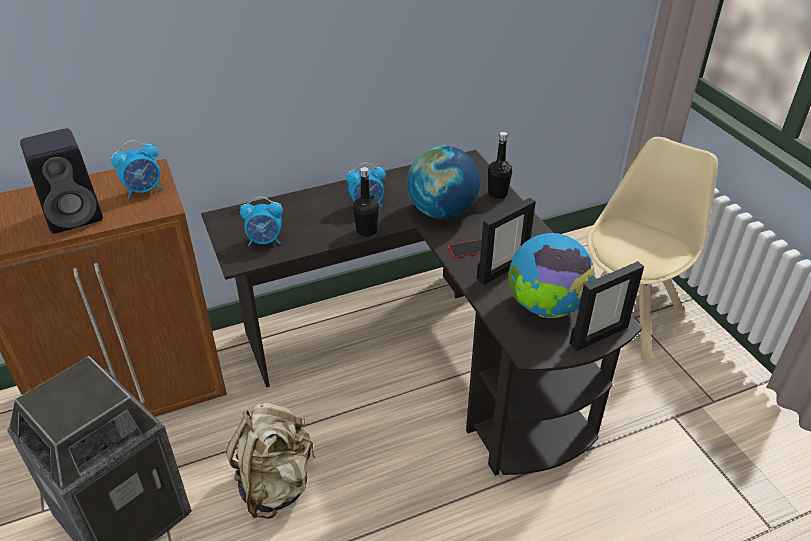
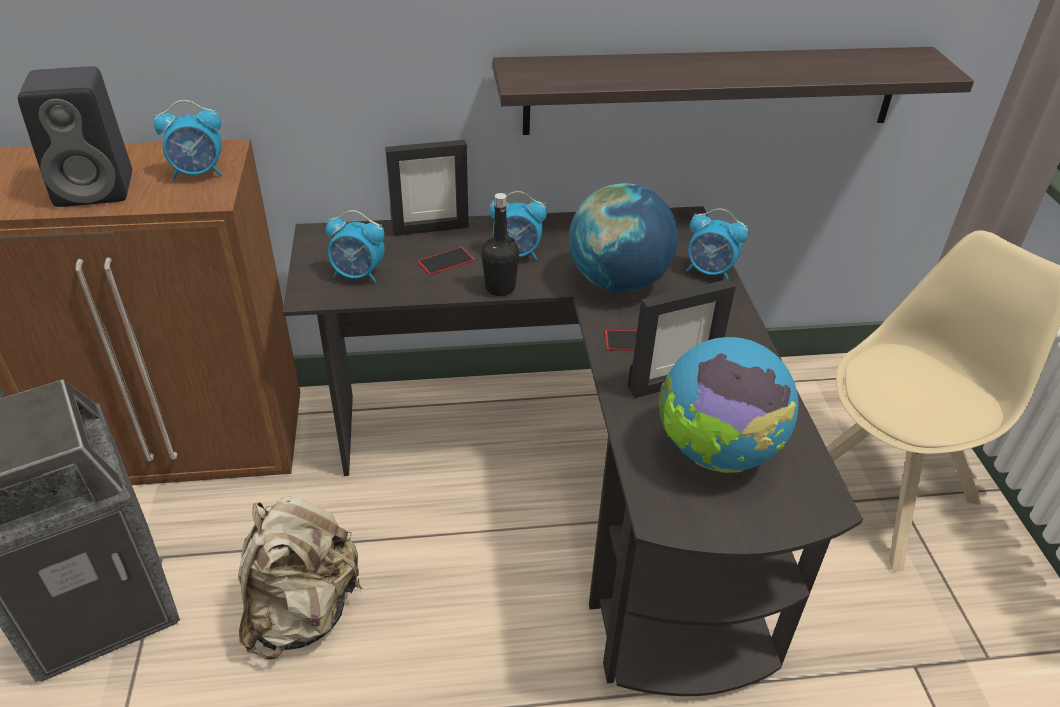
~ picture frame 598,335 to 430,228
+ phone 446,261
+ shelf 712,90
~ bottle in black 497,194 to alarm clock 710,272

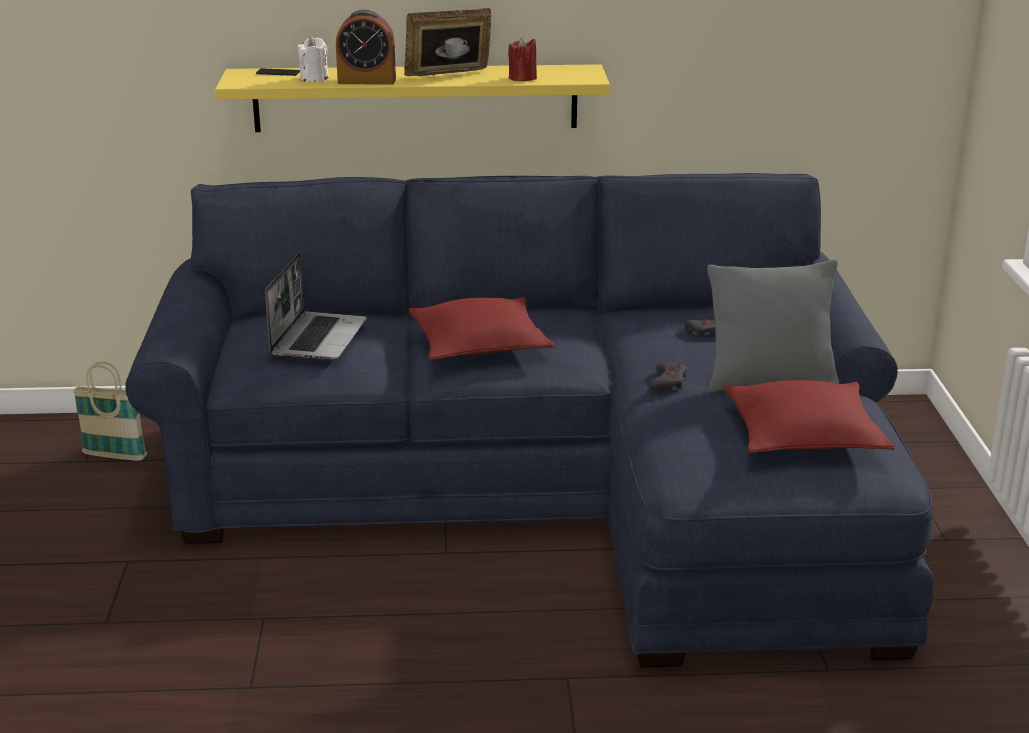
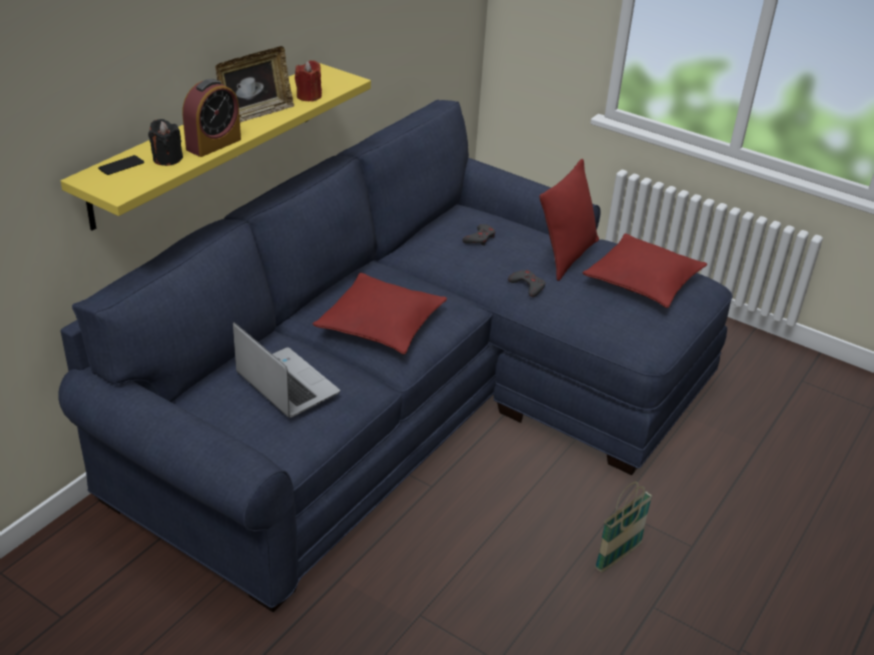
~ candle in white 314,78 to candle in black 167,159
~ picture frame 449,75 = 255,114 150 degrees counterclockwise
~ pillow in grey 769,381 to pillow in red 566,256
~ basket 114,456 to 618,557

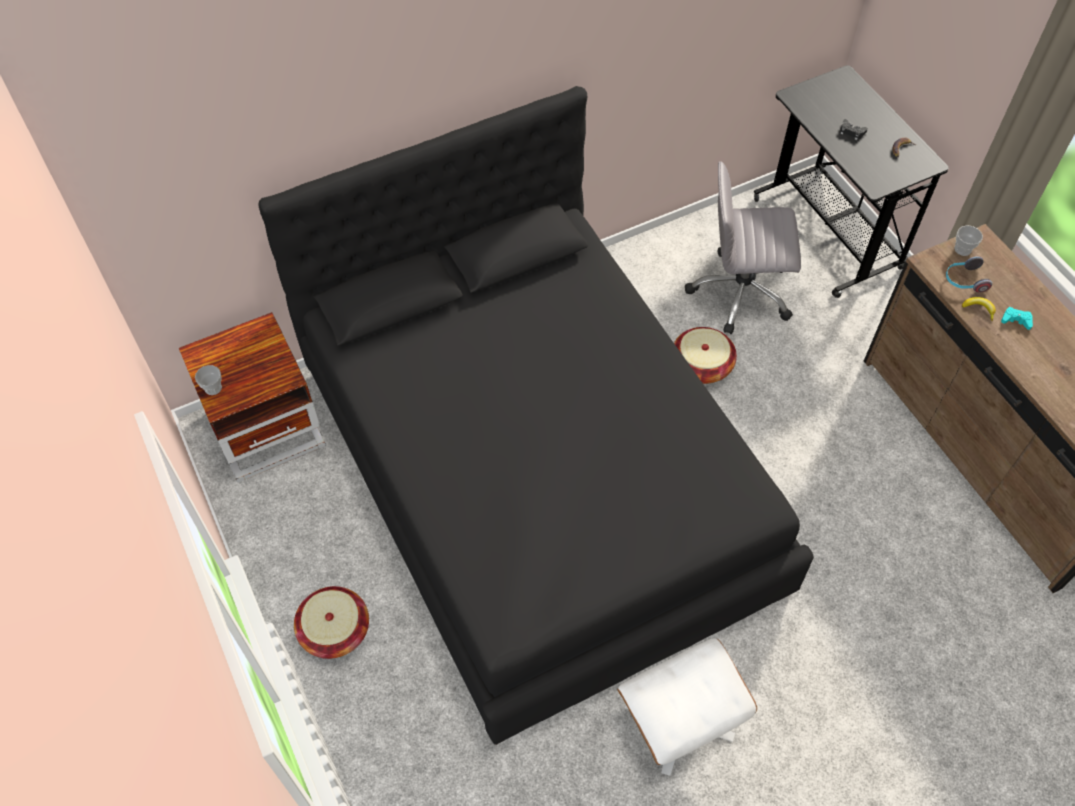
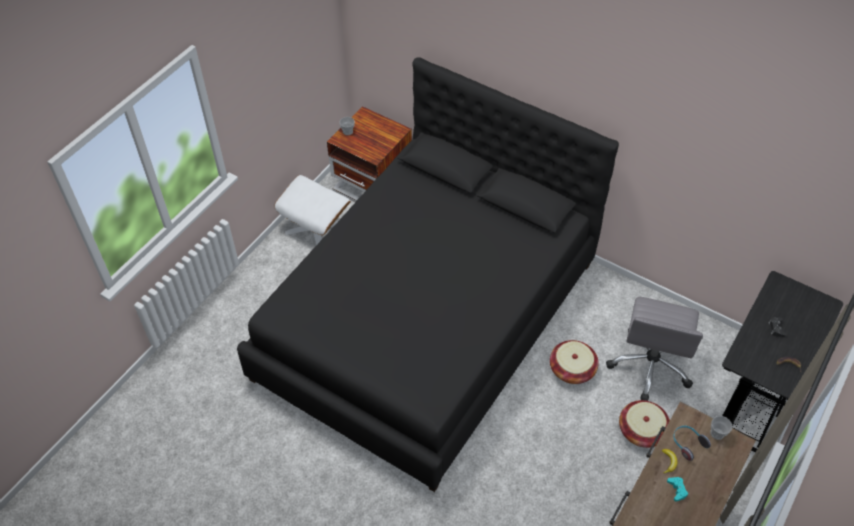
~ ottoman in white 679,720 to 316,228
~ office chair in grey 740,292 = 650,366 135 degrees counterclockwise
~ basket 335,630 to 641,431

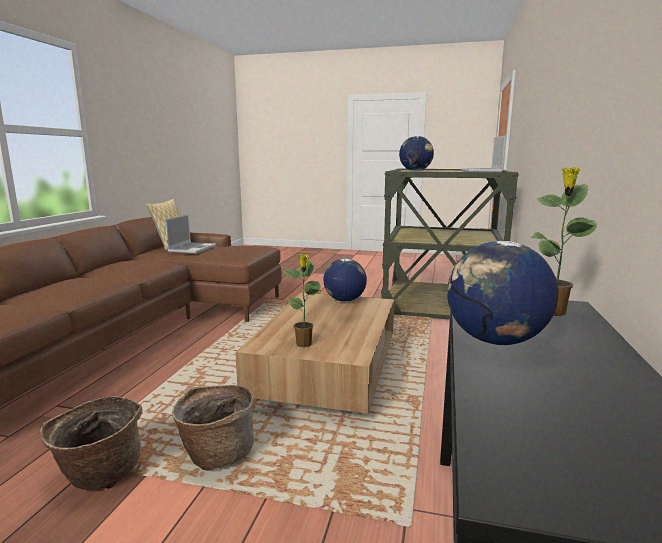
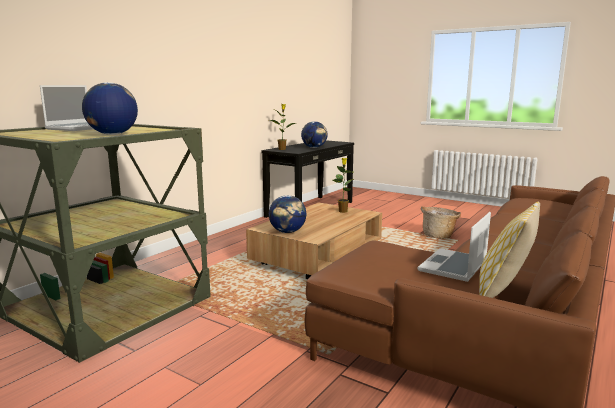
- basket 216,454

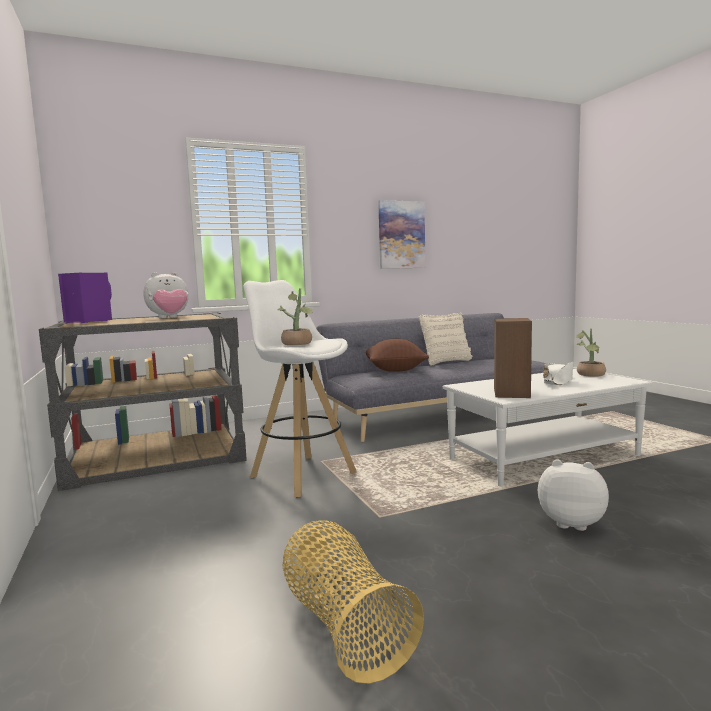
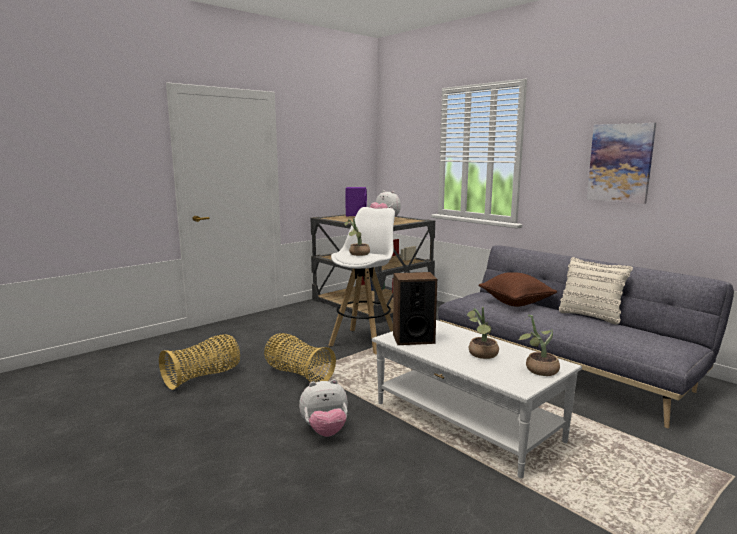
+ basket 298,374
~ plush toy 571,522 = 325,431 75 degrees clockwise
~ hat in white 558,381 to potted plant 481,355

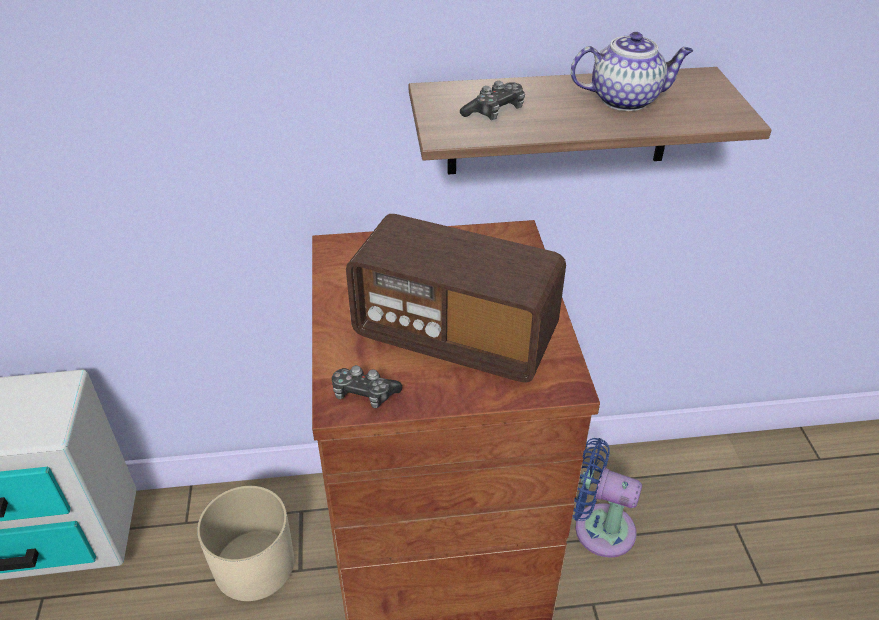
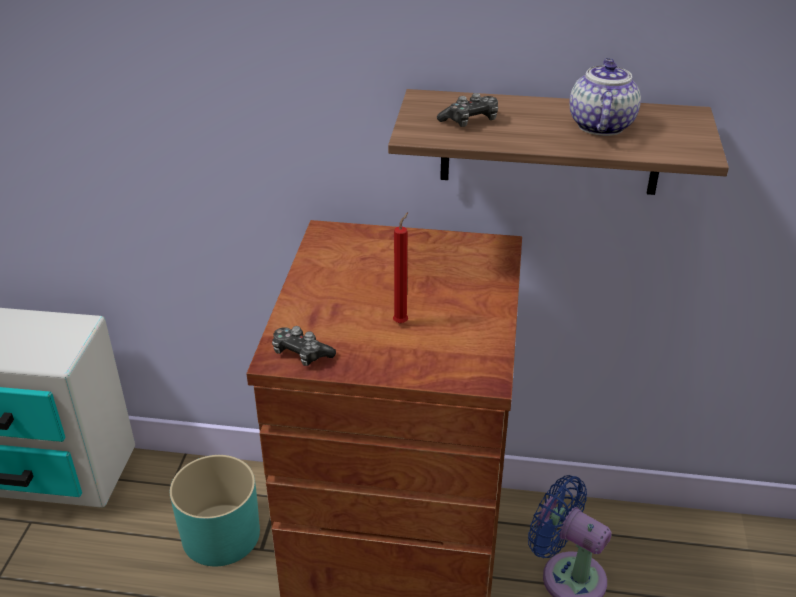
~ planter in beige 253,565 to planter in turquoise 220,535
~ radio 455,336 to candle in red 402,322
~ teapot 626,100 = 600,125 90 degrees counterclockwise

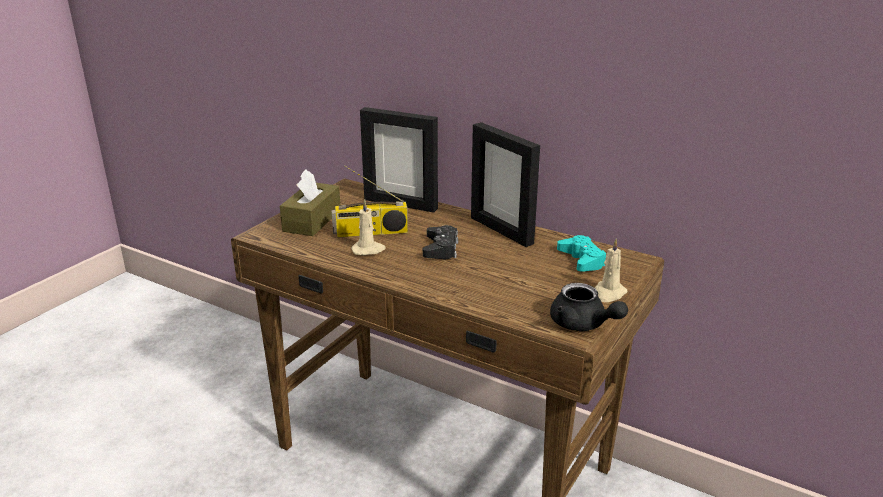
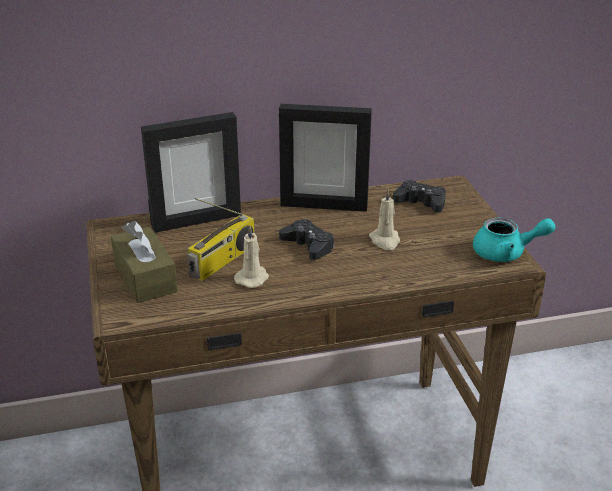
~ candle in beige 608,293 to 385,241
~ game controller in turquoise 582,260 to game controller in black 421,202
~ teapot in black 583,324 to teapot in turquoise 506,253

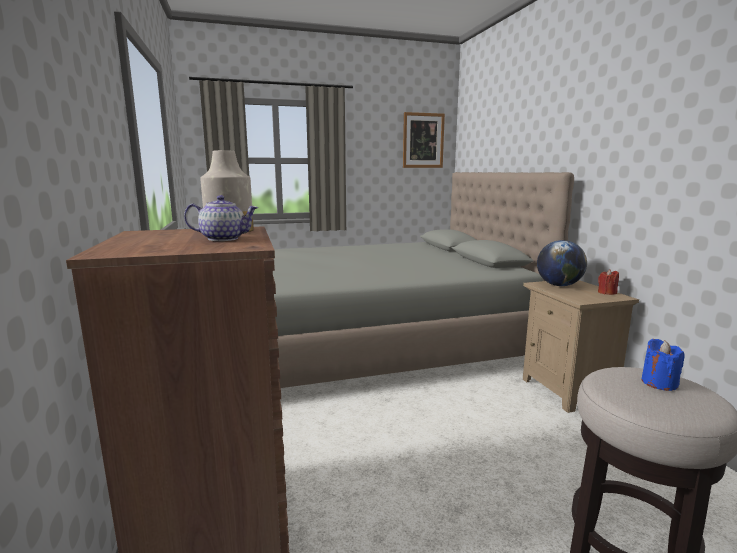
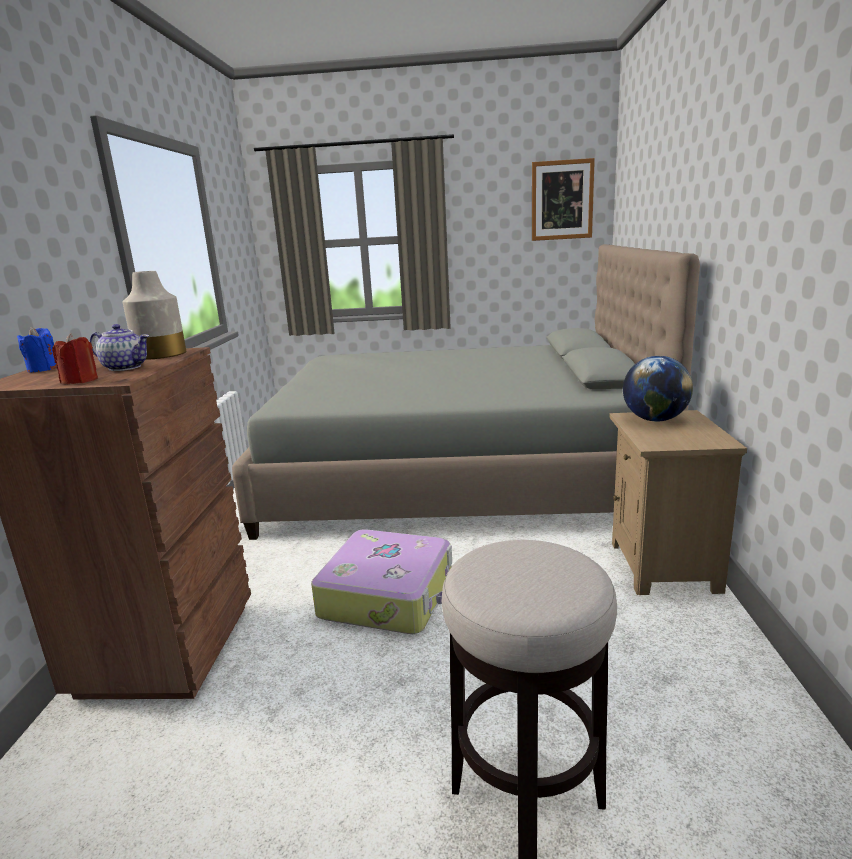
~ candle in blue 659,383 to 43,369
~ candle in red 607,293 to 80,381
+ suitcase 389,595

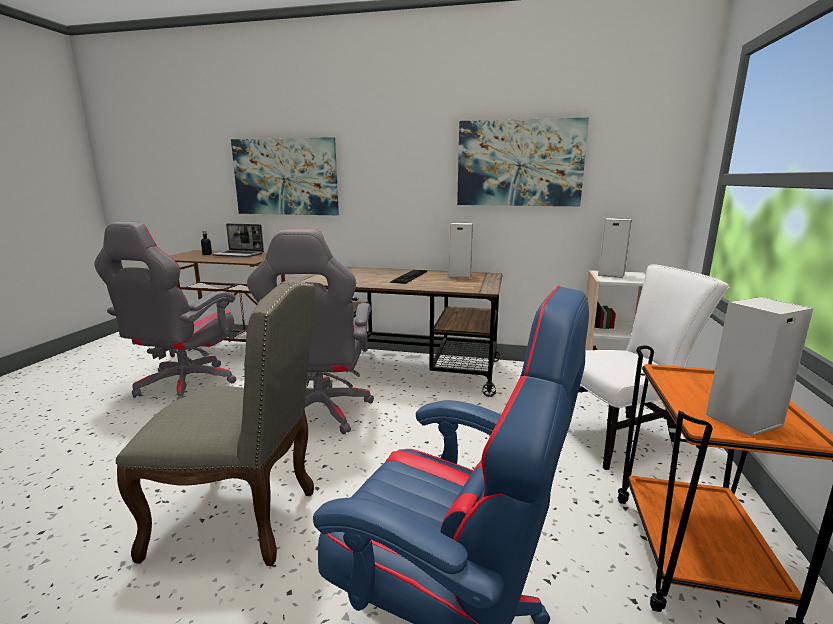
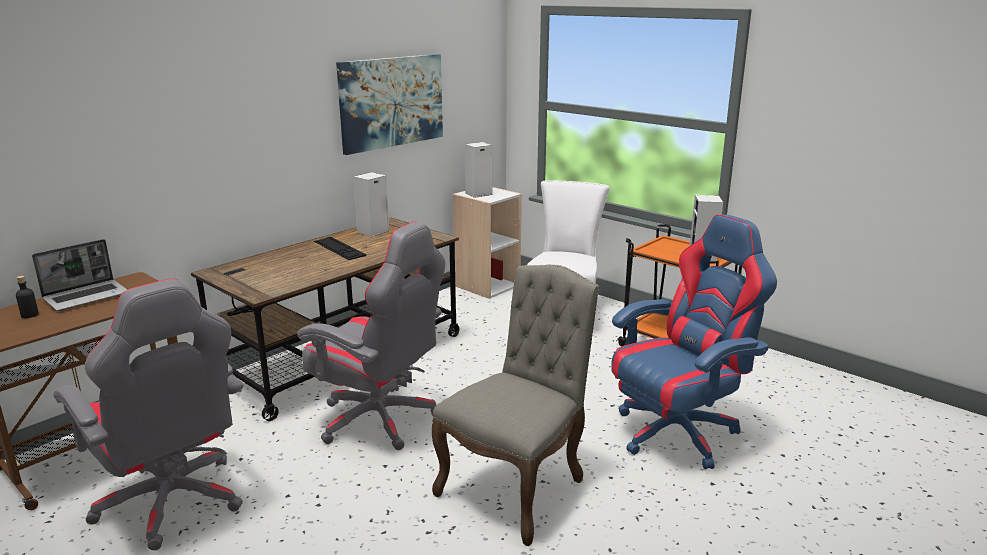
- picture 286,177

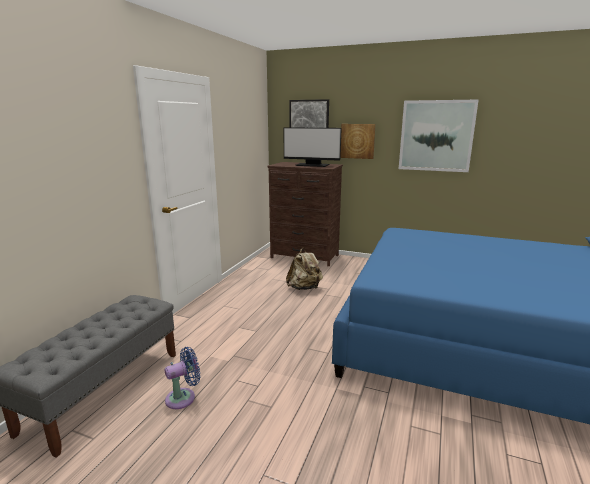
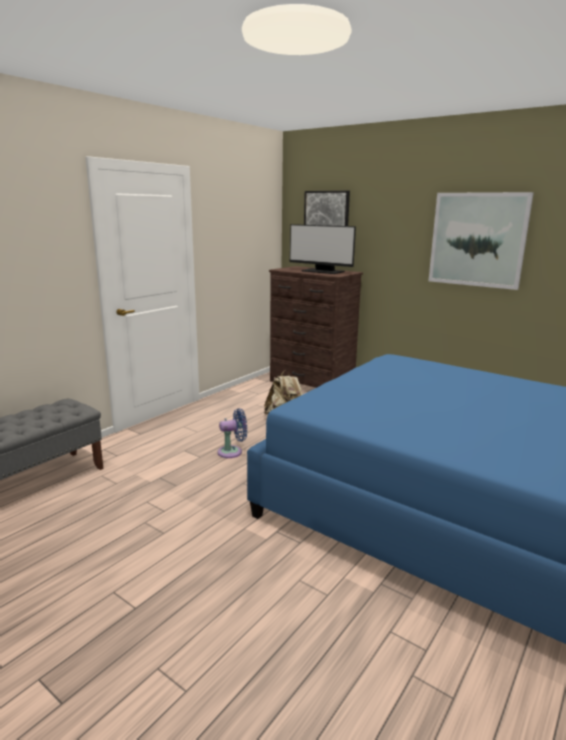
~ fan in blue 183,397 to 232,452
- picture 357,141

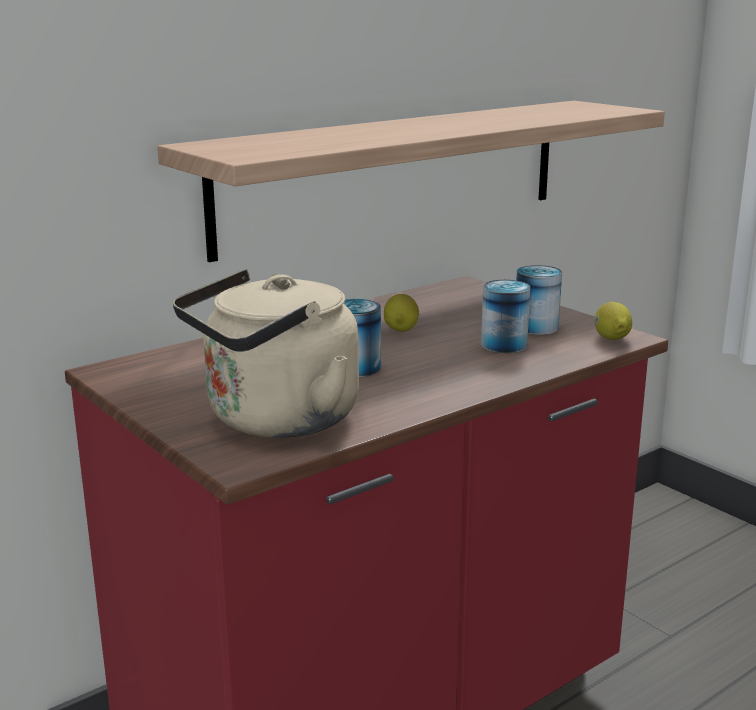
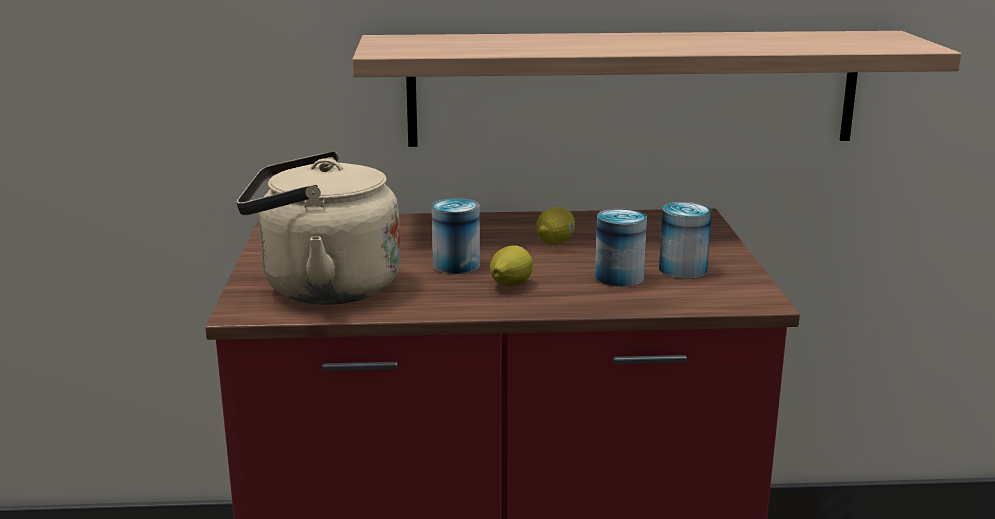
~ lemon 611,339 to 510,285

